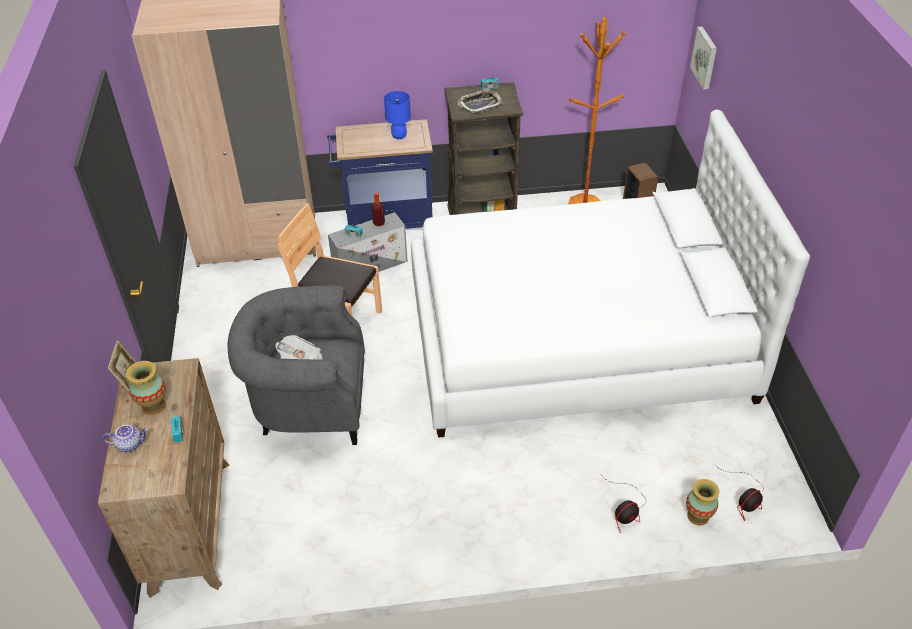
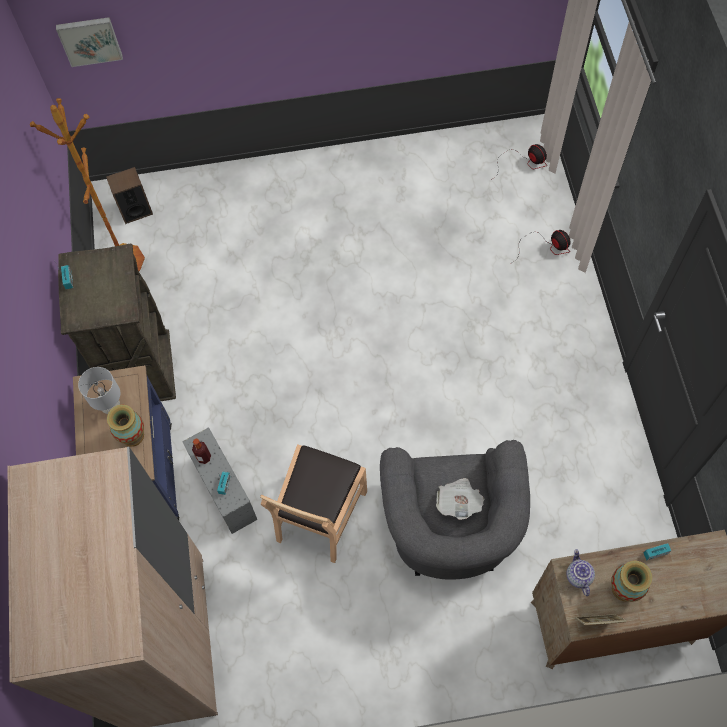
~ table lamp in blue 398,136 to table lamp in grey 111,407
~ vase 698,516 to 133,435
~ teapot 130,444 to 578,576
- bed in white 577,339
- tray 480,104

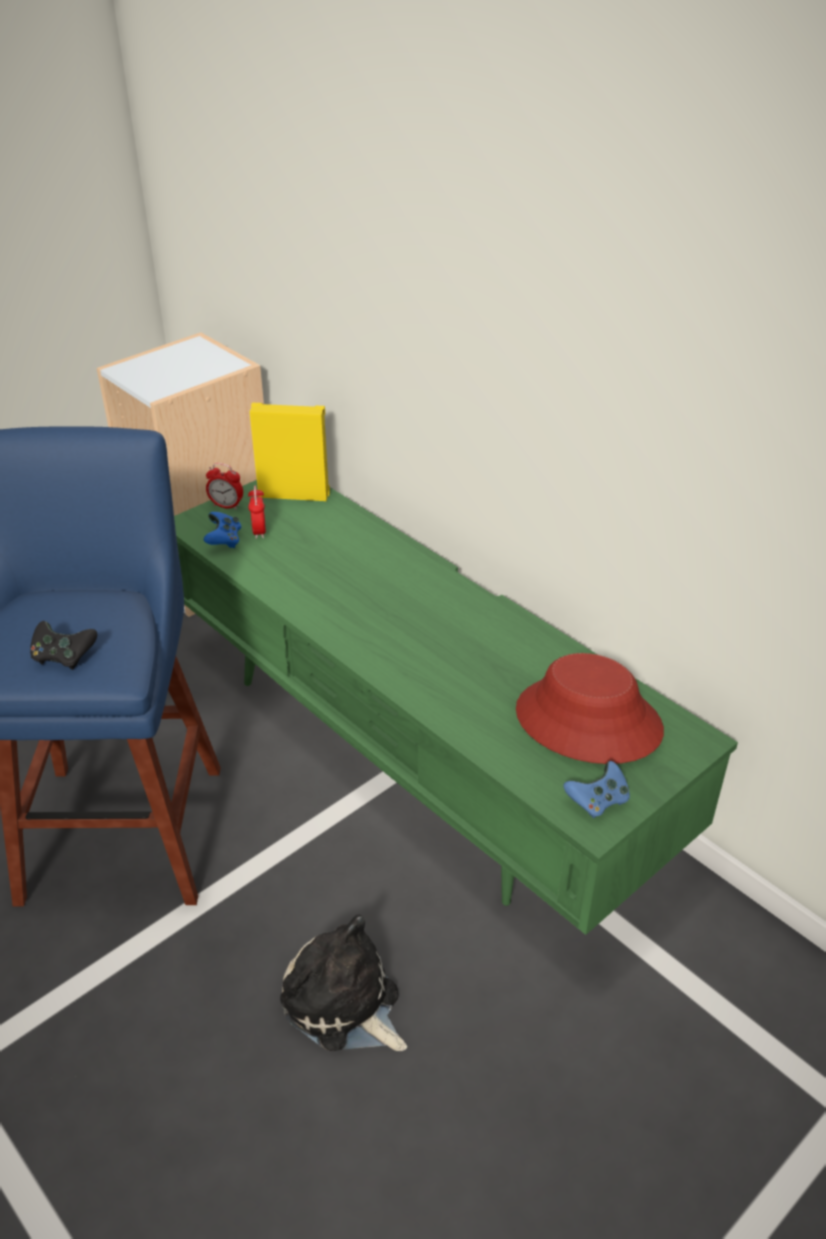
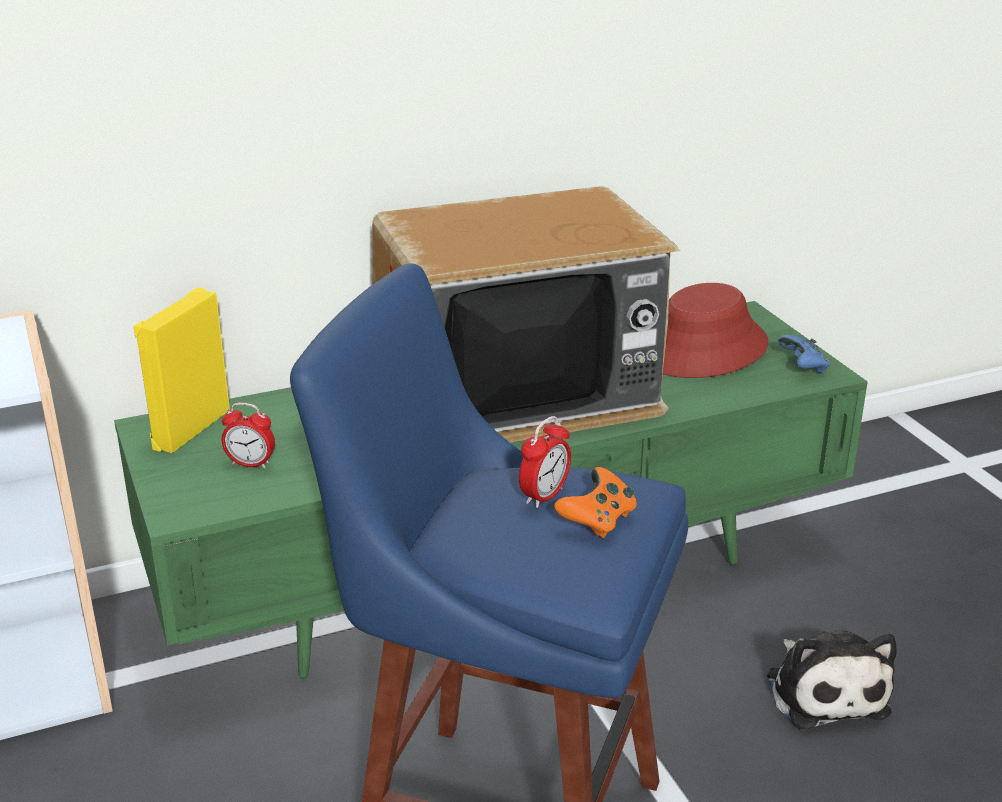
+ television 518,393
~ alarm clock 226,506 to 544,496
~ game controller in black 63,657 to game controller in orange 597,521
~ plush toy 344,1005 = 825,691 75 degrees counterclockwise
- game controller in blue 224,540

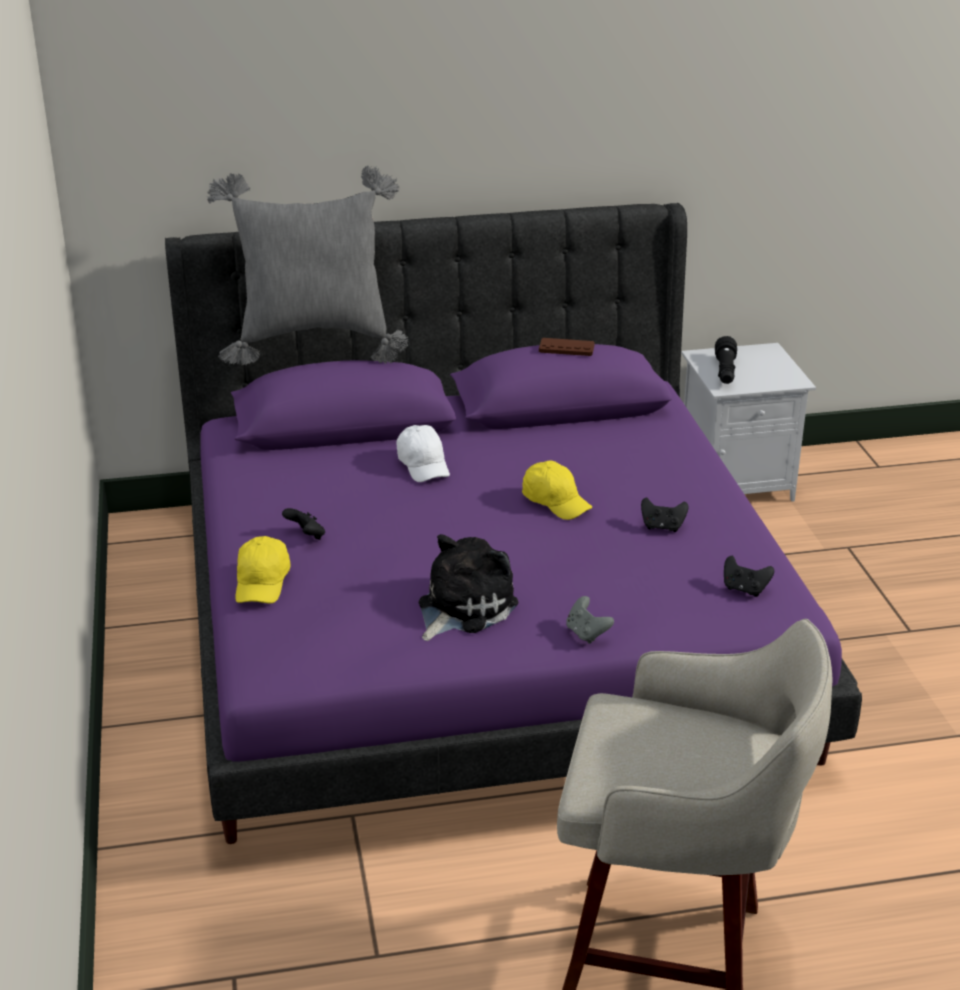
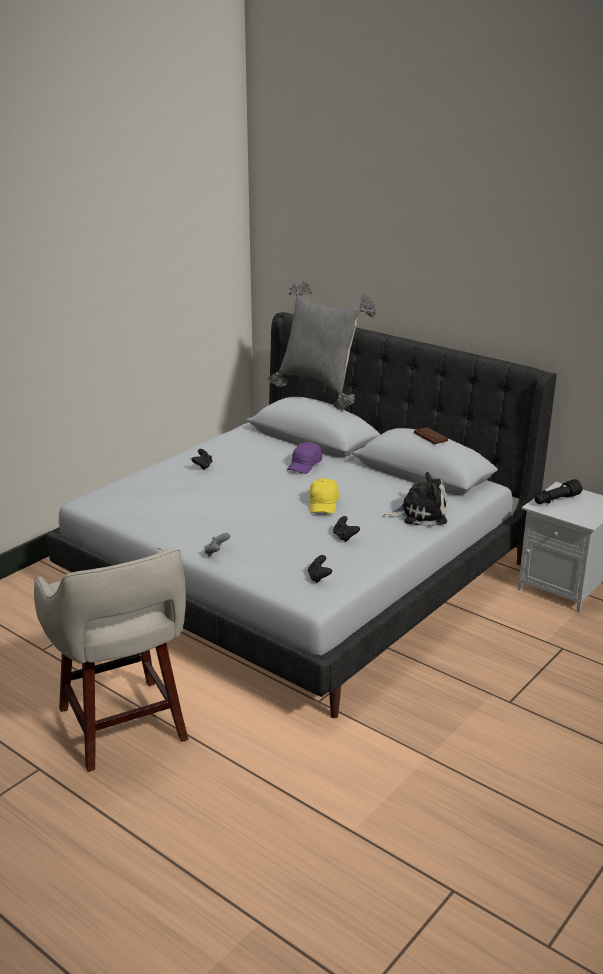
~ bed in purple 480,631 to bed in grey 301,574
~ cap in white 423,465 to cap in purple 305,465
~ plush toy 462,607 to 420,514
- cap in yellow 262,583

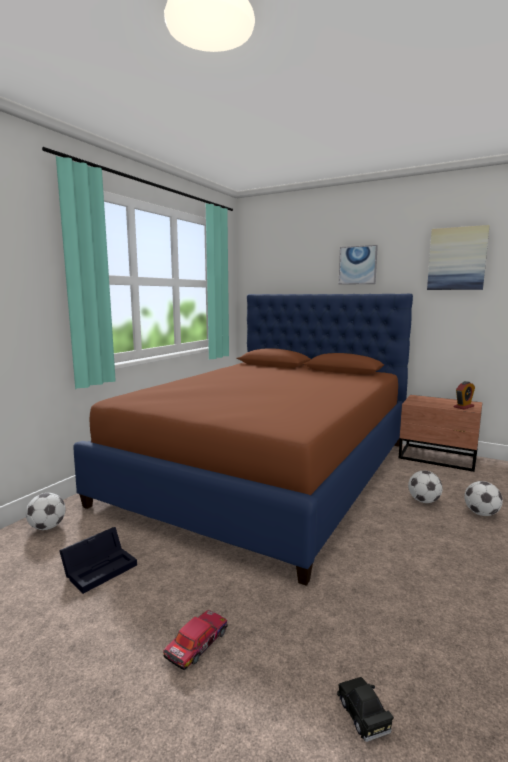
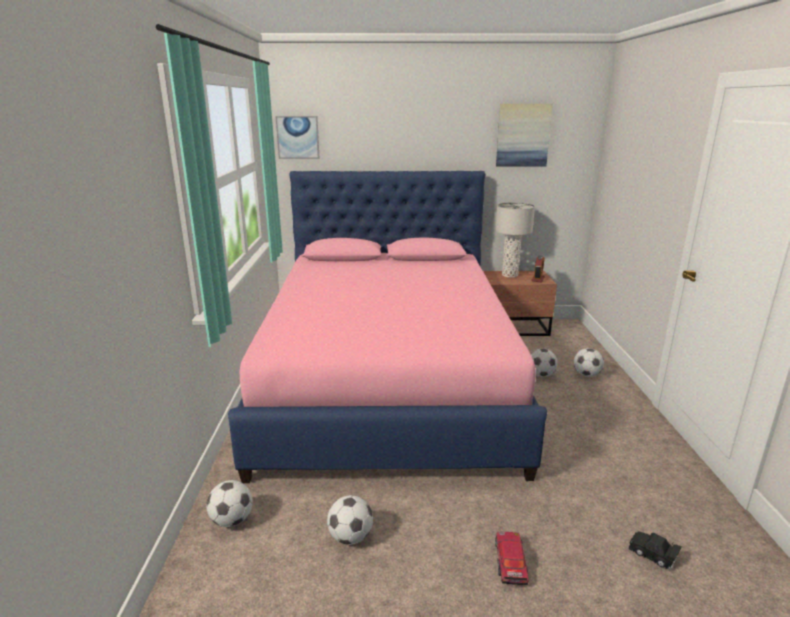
~ bed in brown 268,470 to bed in pink 388,379
~ picture 357,265 to 298,137
~ storage box in black 101,568 to football 350,537
+ table lamp in white 510,275

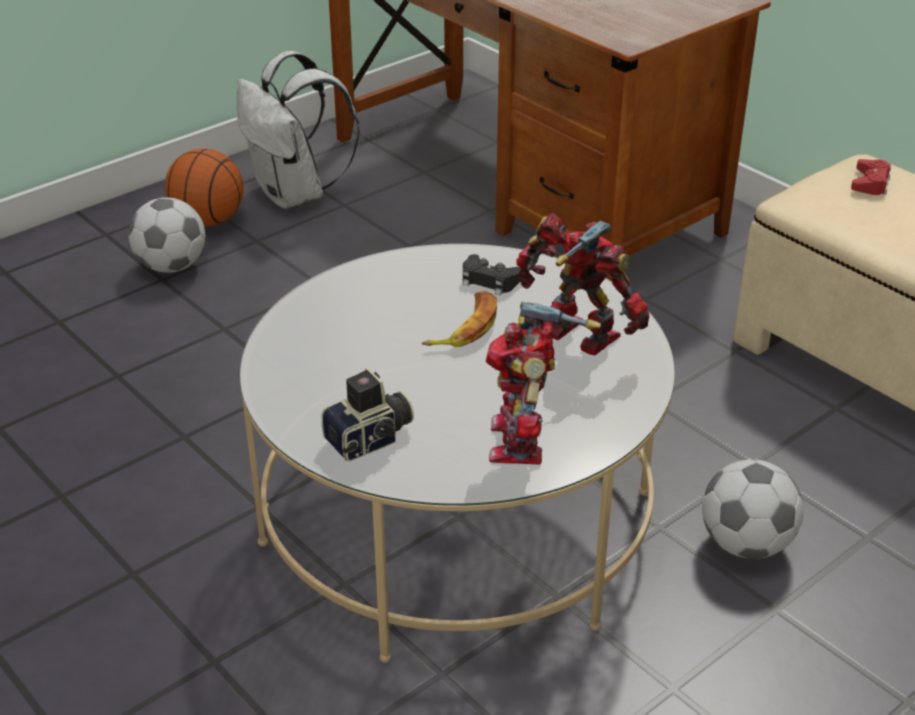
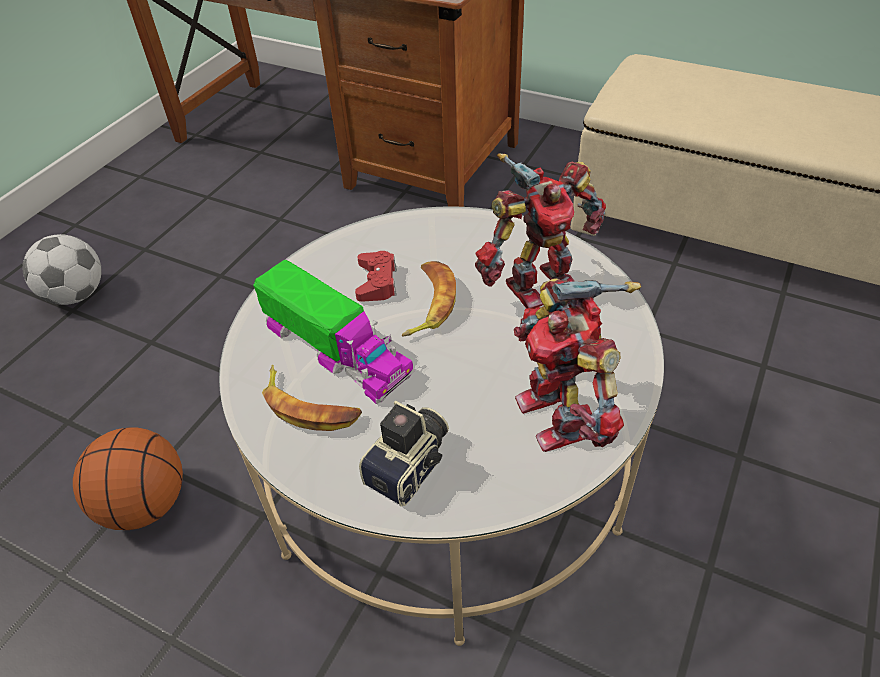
~ basketball 208,221 to 146,504
+ toy truck 336,350
+ banana 309,406
~ game controller in red 870,183 to 377,282
~ toy robot 578,338 = 537,283 135 degrees clockwise
- backpack in white 295,195
- game controller in black 490,280
- football 746,544

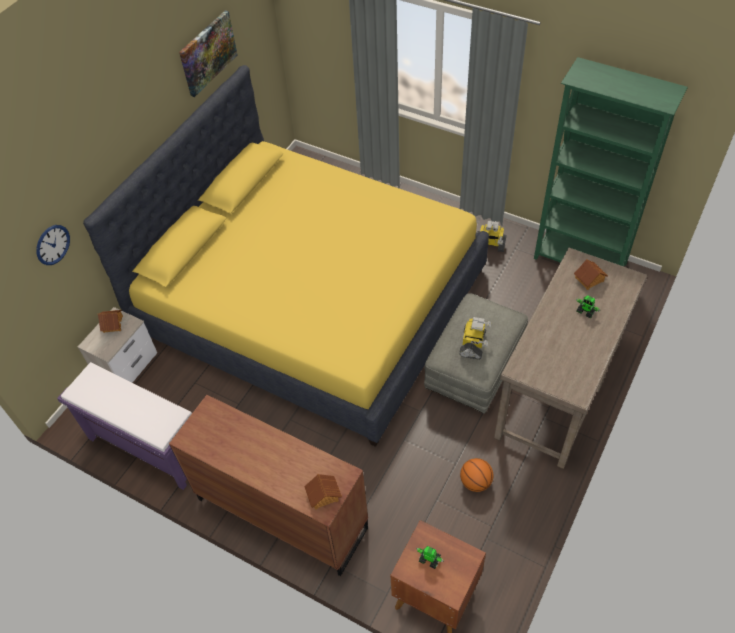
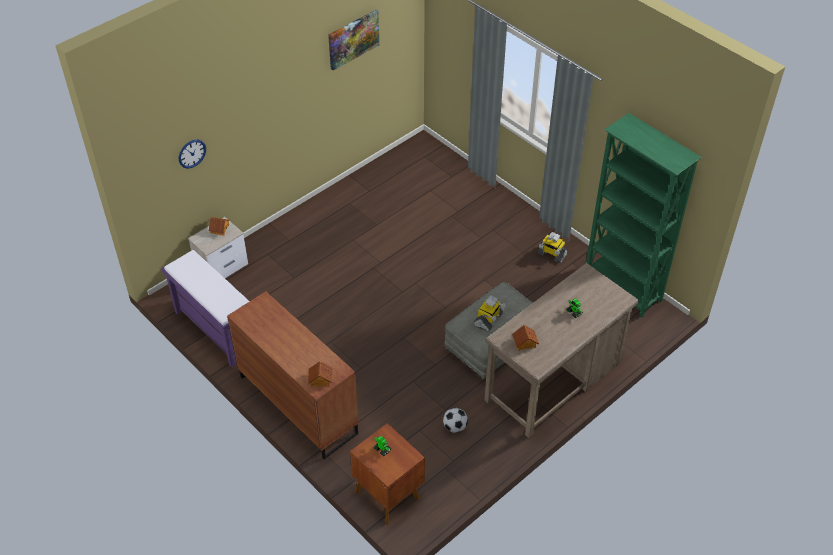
~ basketball 475,482 to football 455,427
~ toy house 589,279 to 525,343
- bed in yellow 312,301

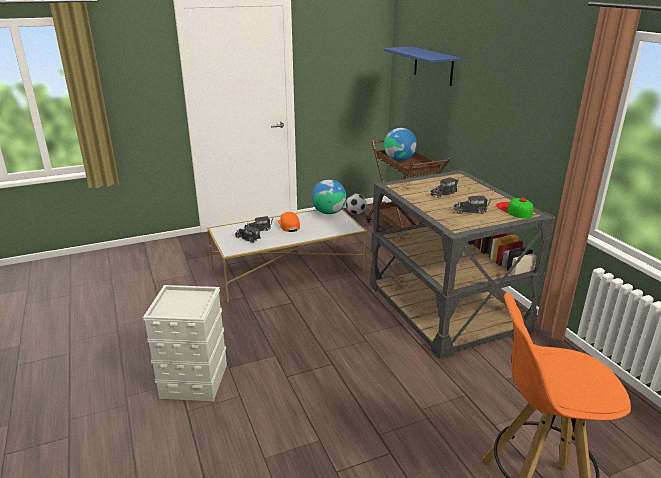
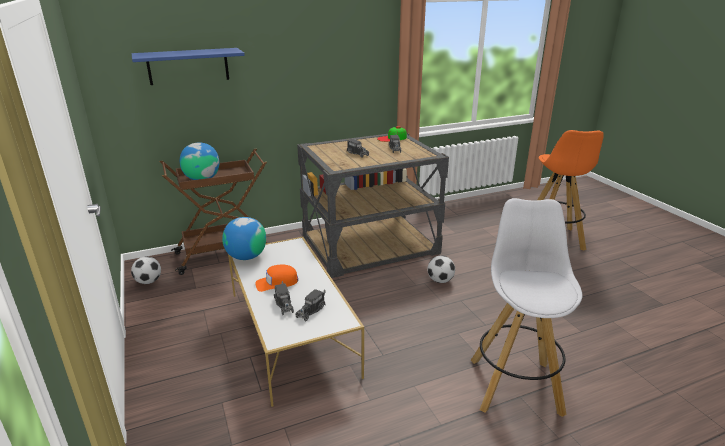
+ football 440,280
~ storage box in grey 194,381 to stool in white 514,384

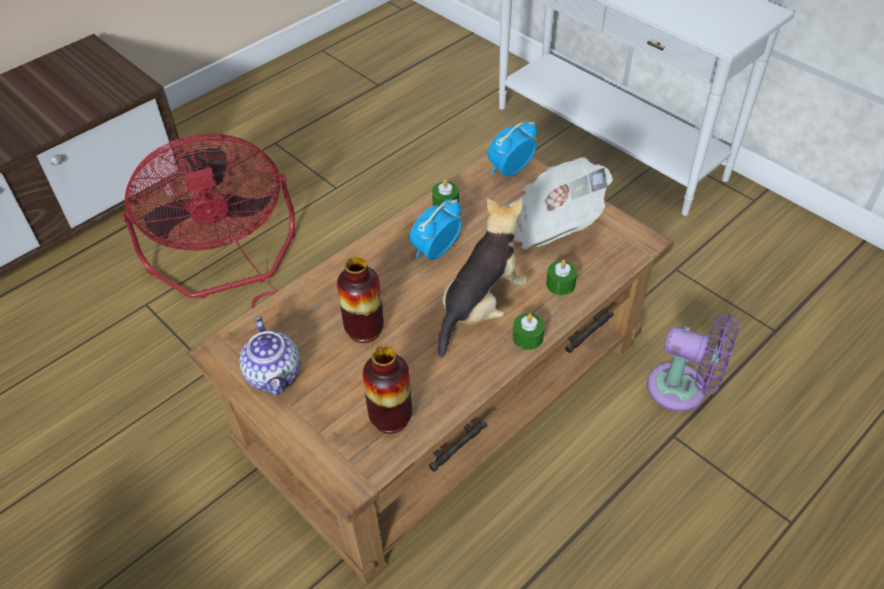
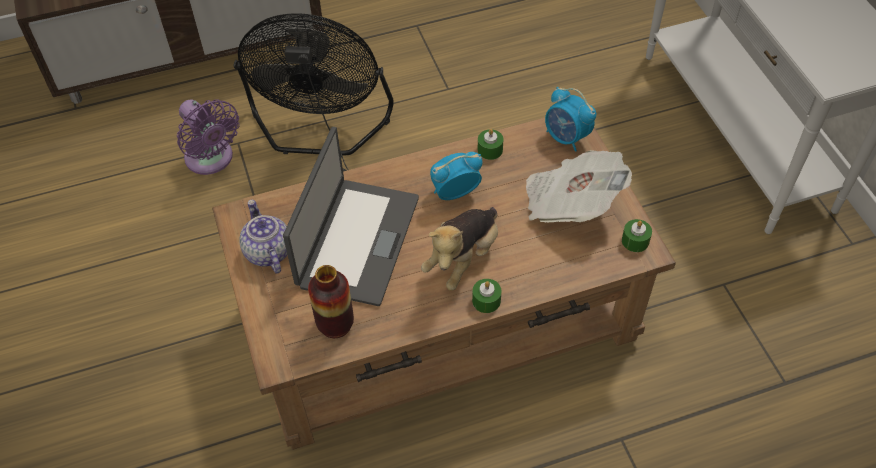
~ fan in purple 683,390 to 211,160
~ fan in red 234,272 to fan in black 321,139
~ teapot 275,374 = 267,252 150 degrees clockwise
~ vase 364,330 to laptop 356,241
~ plush toy 481,307 = 463,258 150 degrees clockwise
~ alarm clock 509,170 = 566,138 120 degrees counterclockwise
~ candle in green 560,284 to 635,241

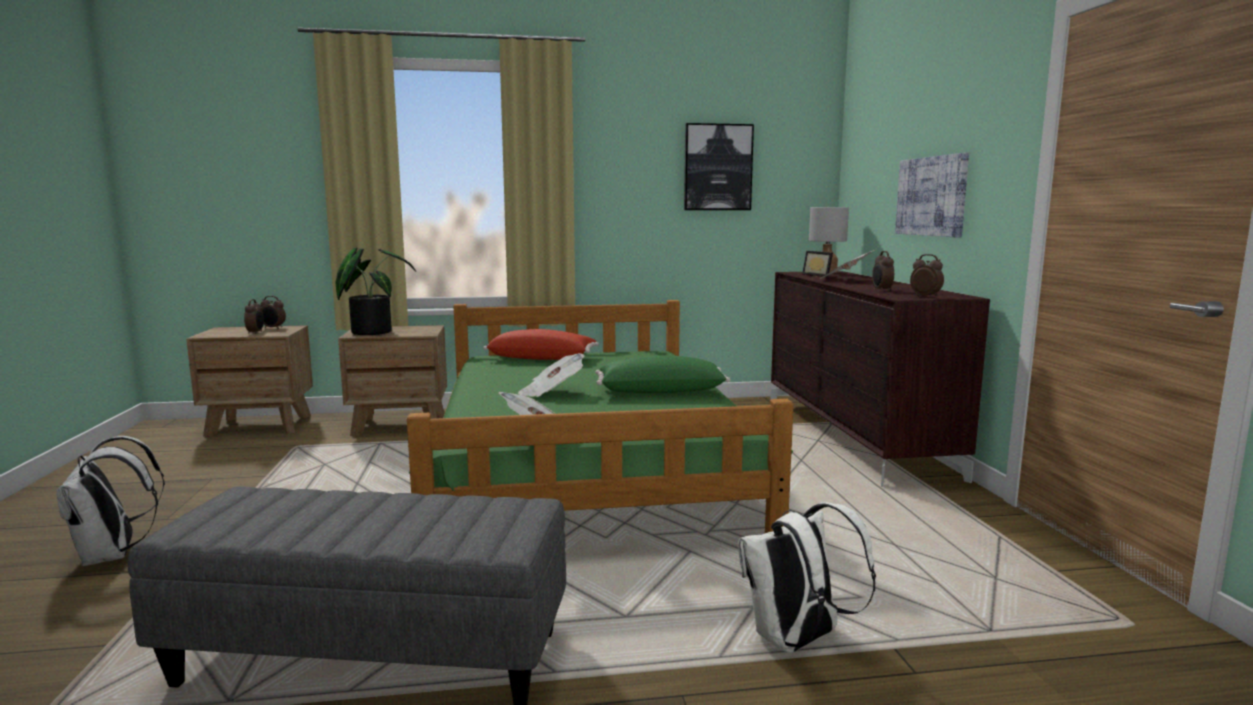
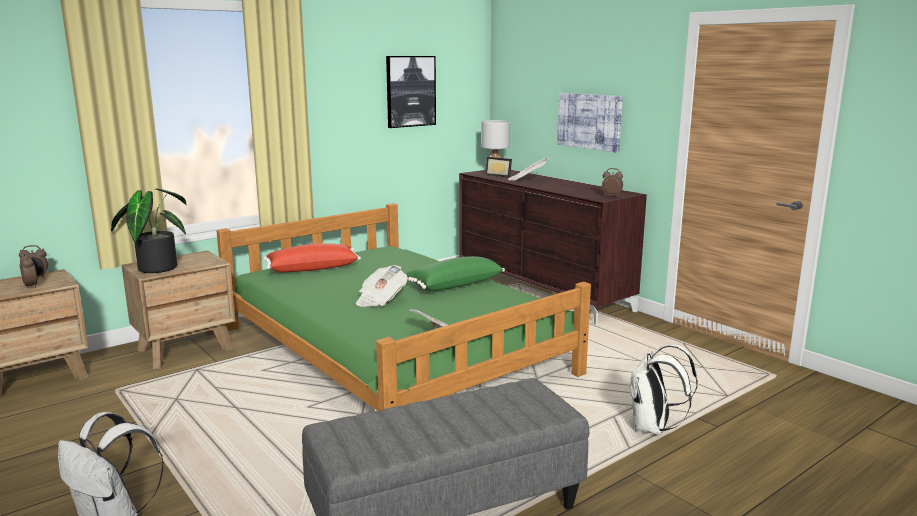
- alarm clock 881,290

